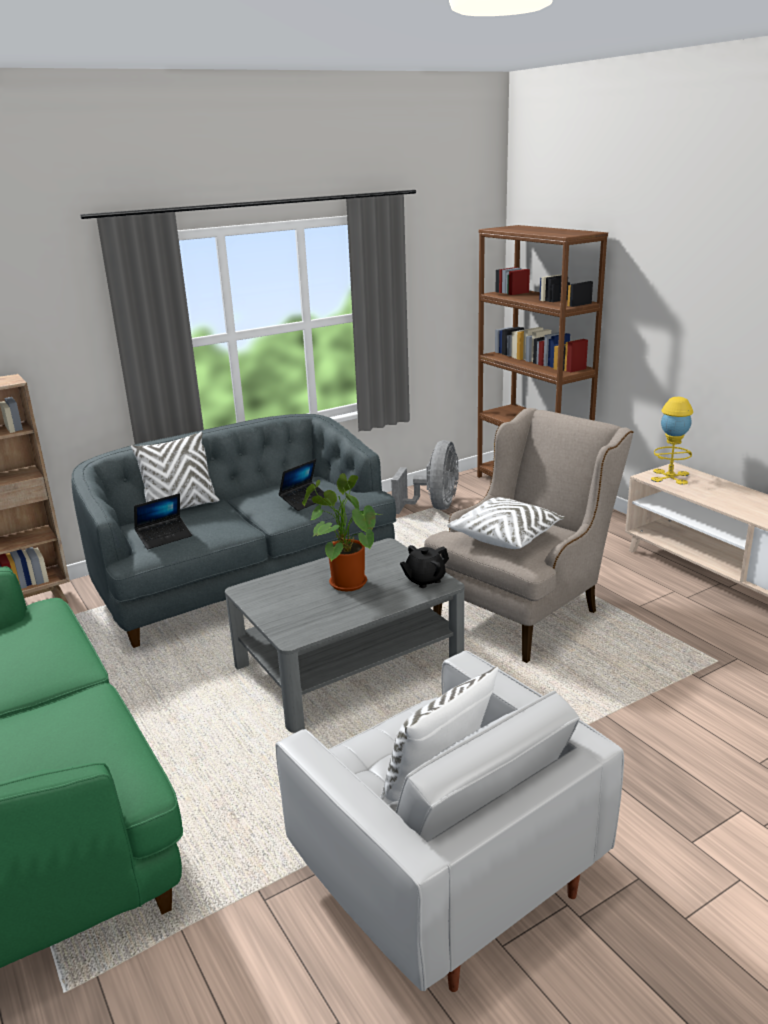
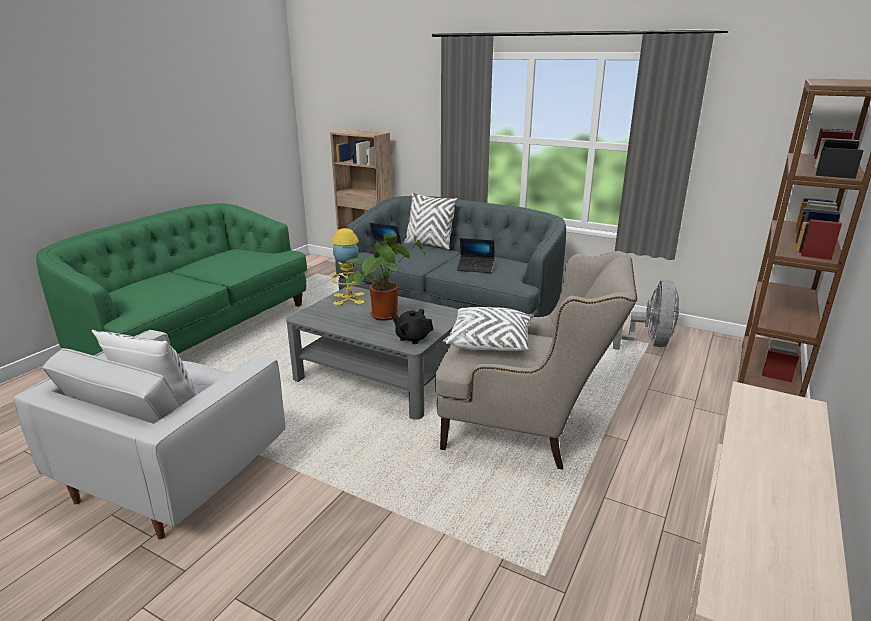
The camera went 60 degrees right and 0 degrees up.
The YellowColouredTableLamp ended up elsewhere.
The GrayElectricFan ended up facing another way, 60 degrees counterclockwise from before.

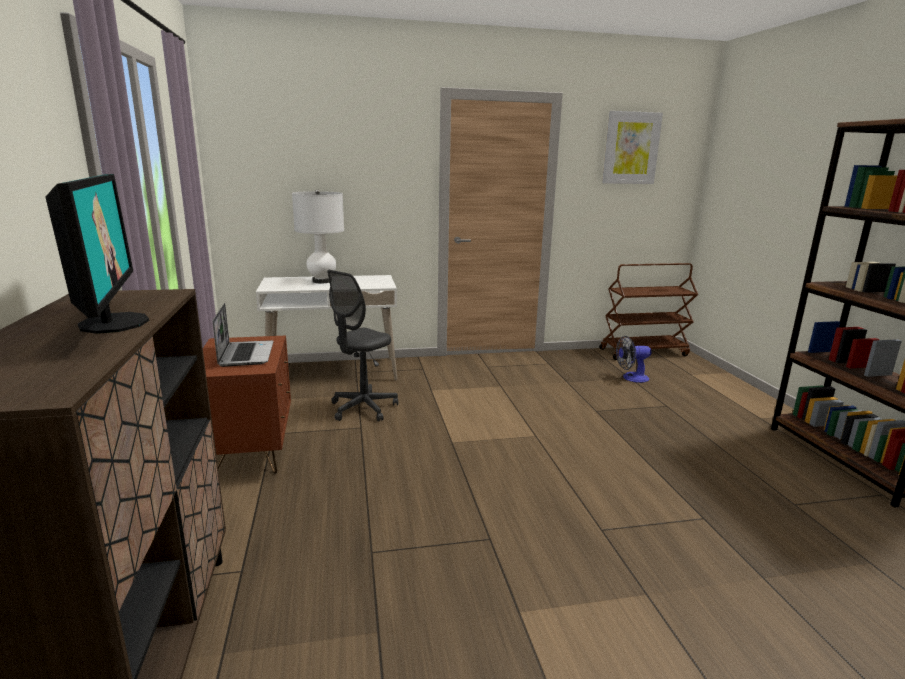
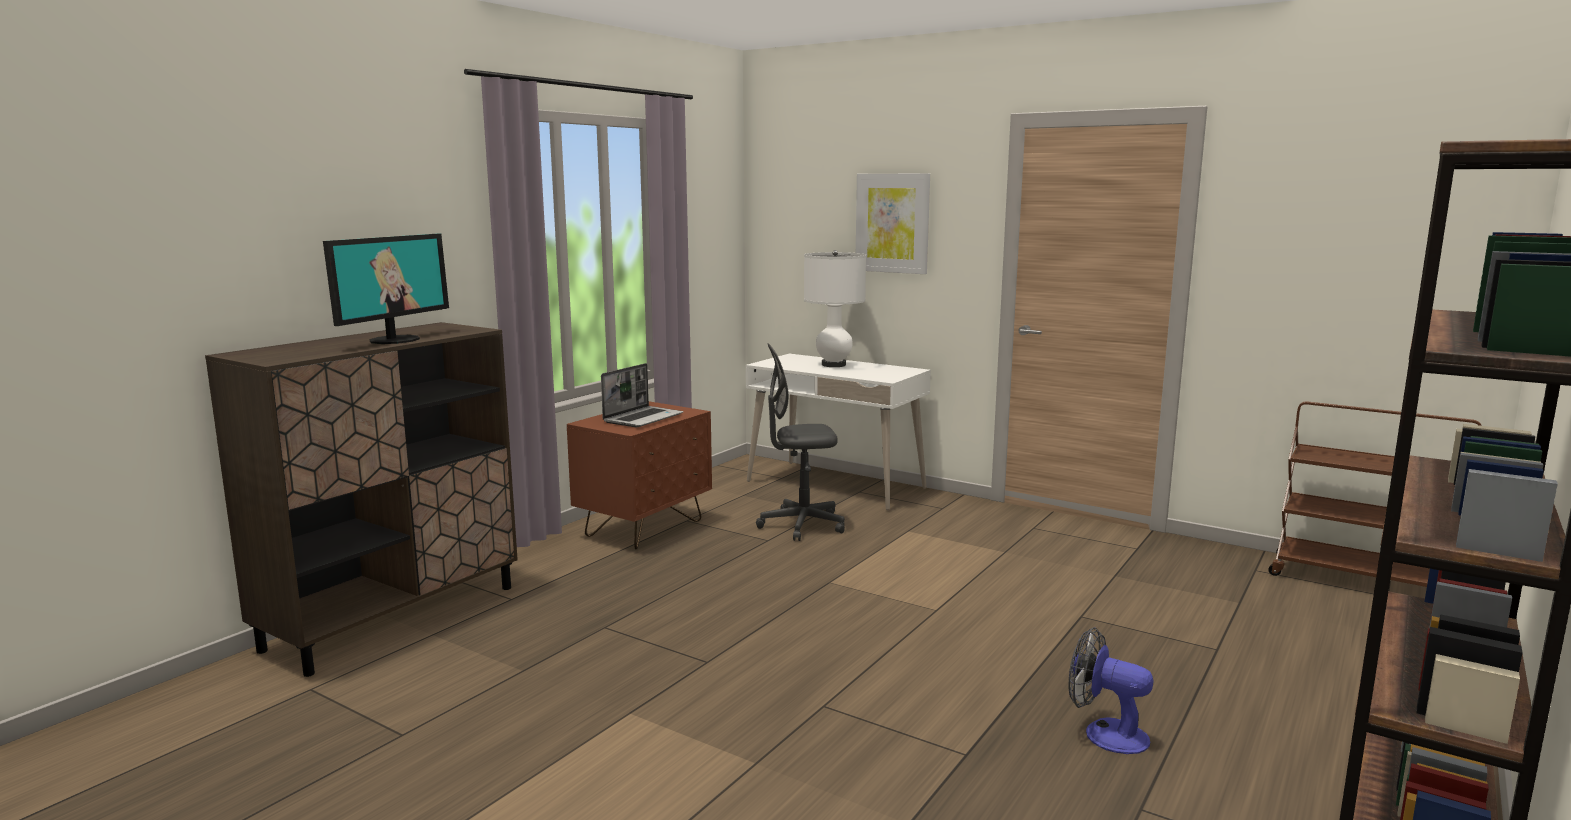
The camera went 45 degrees right and 5 degrees down.
The Picture ended up elsewhere.
The ElectricFan ended up elsewhere.

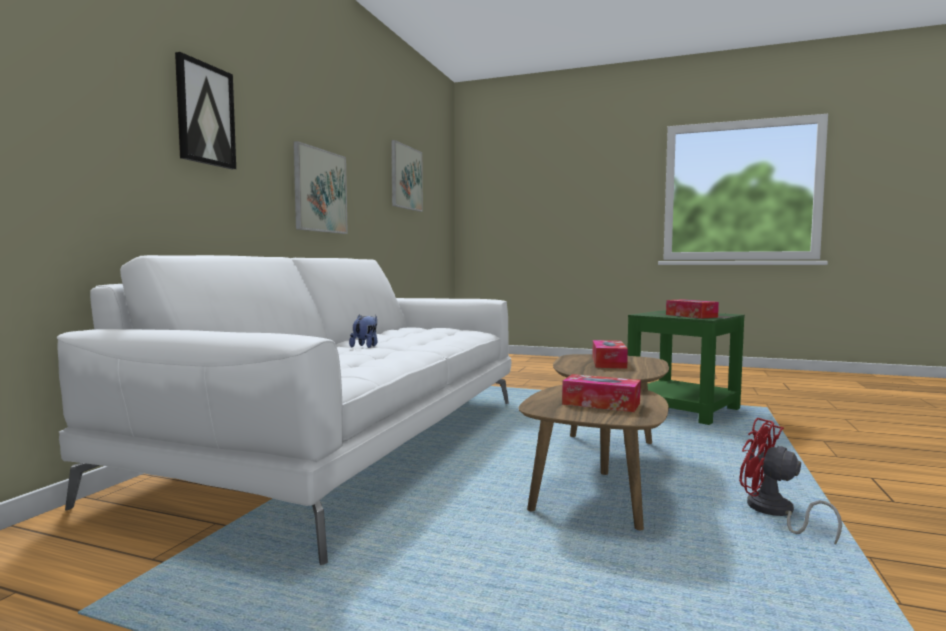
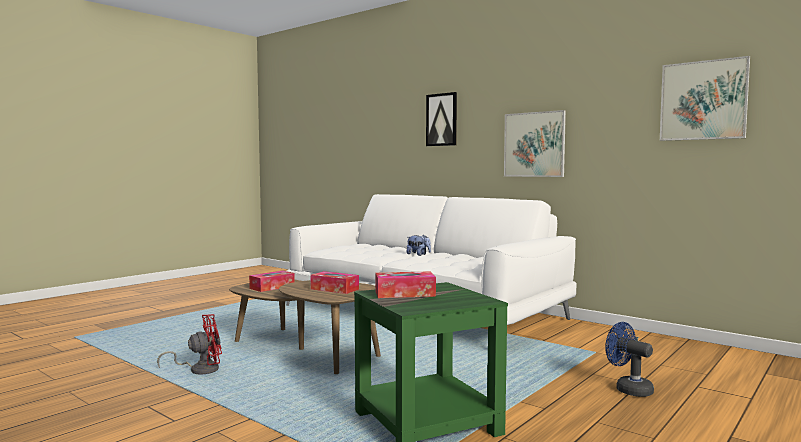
The camera went 110 degrees right and 0 degrees up.
The second view gained the BlueColouredElectricFan.

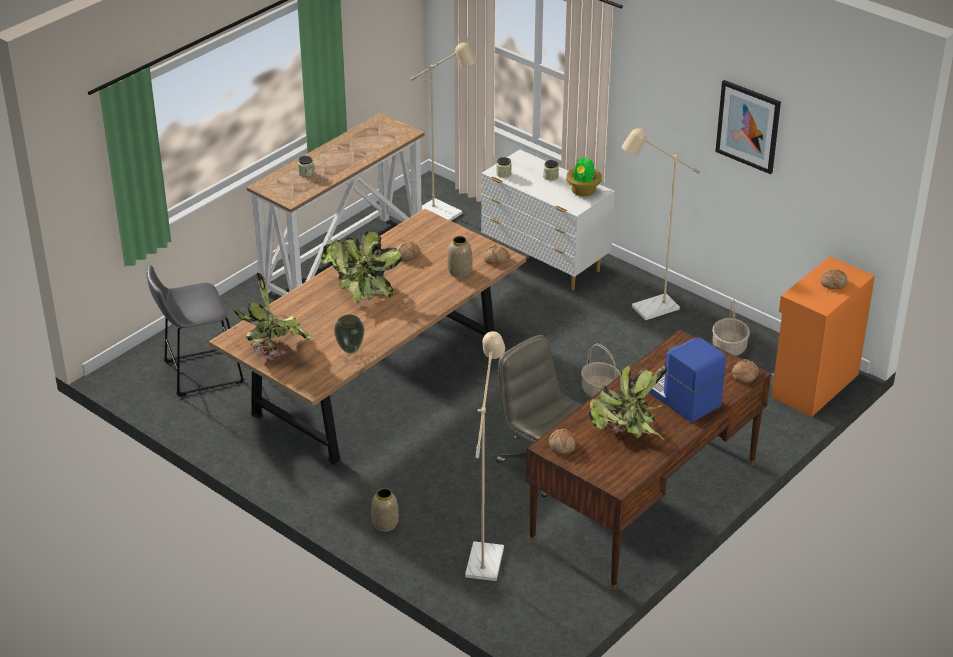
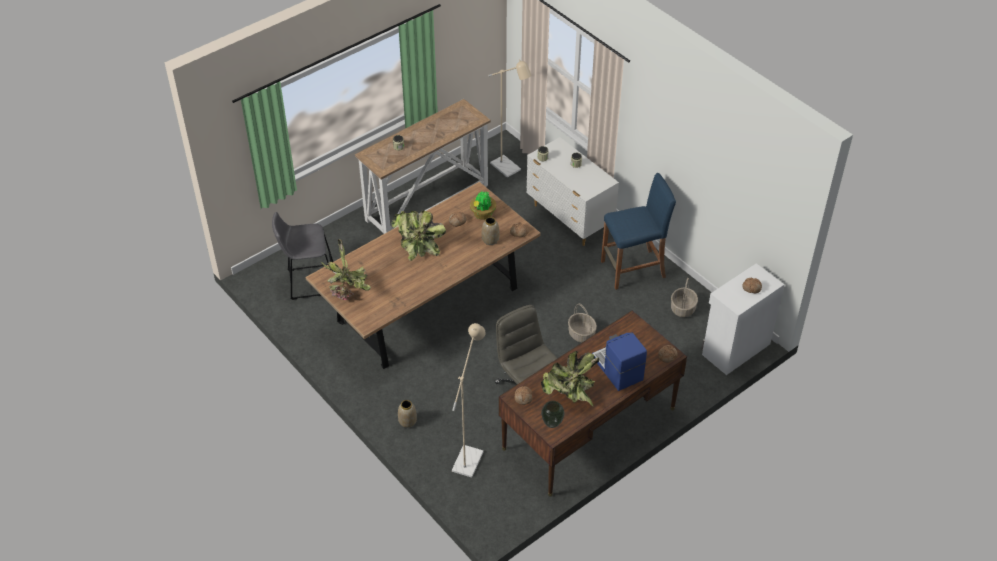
The camera went 10 degrees right and 10 degrees up.
The second view lost the Picture.
The FlowerVase (1st from left in the first image) ended up elsewhere.
The PottedPlant (3rd from left) ended up elsewhere.
Where the BeigeStandingLamp (3rd from left) stood, the BlueColouredStool came to stand.
What was the OrangeCupboard turned into the WhiteColouredCupboard.

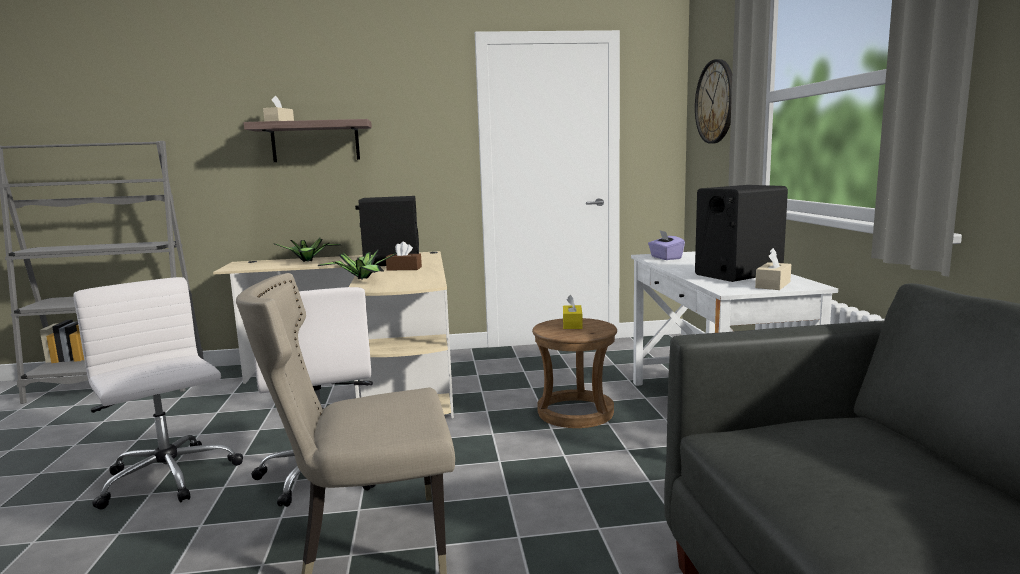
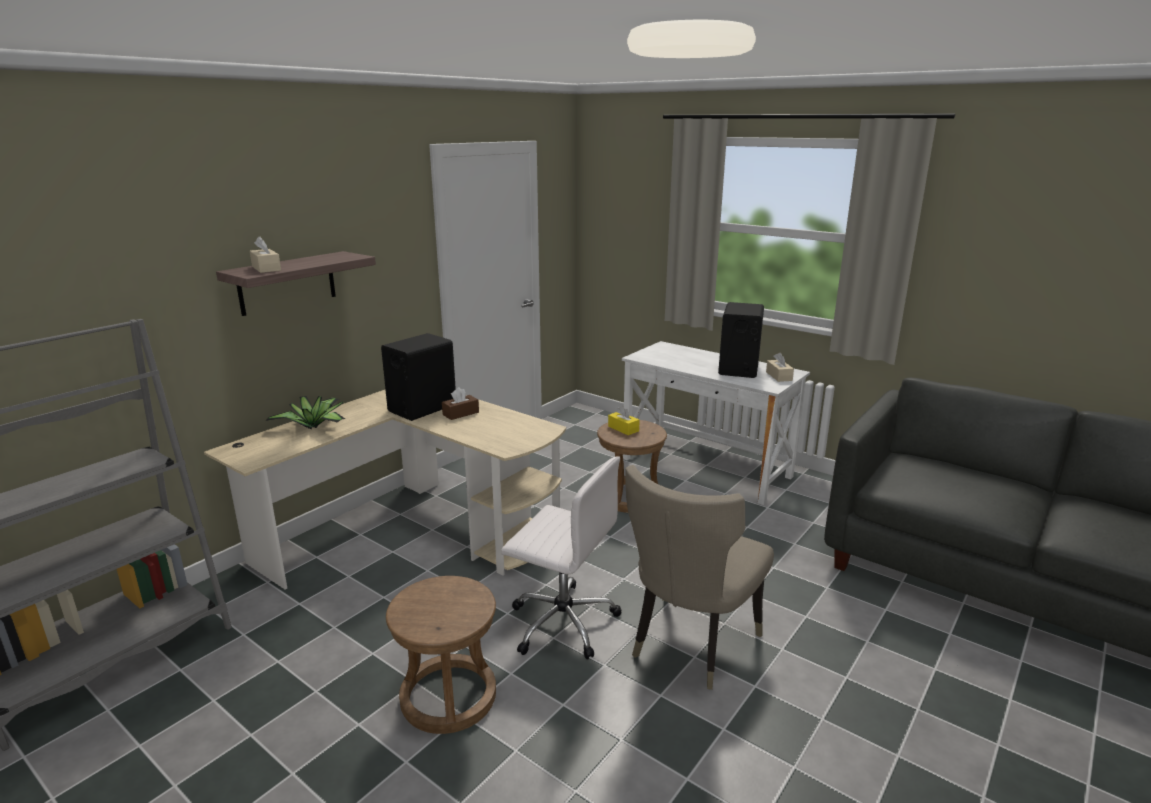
The camera went 45 degrees left and 10 degrees up.
The second view lost the PottedPlant (2nd from left).
The second view lost the PurplishTissueBox.
The second view lost the WallClock.
Where the WhiteColouredOfficeChair (1st from left) stood, the BrownStool (1st from left) came to stand.

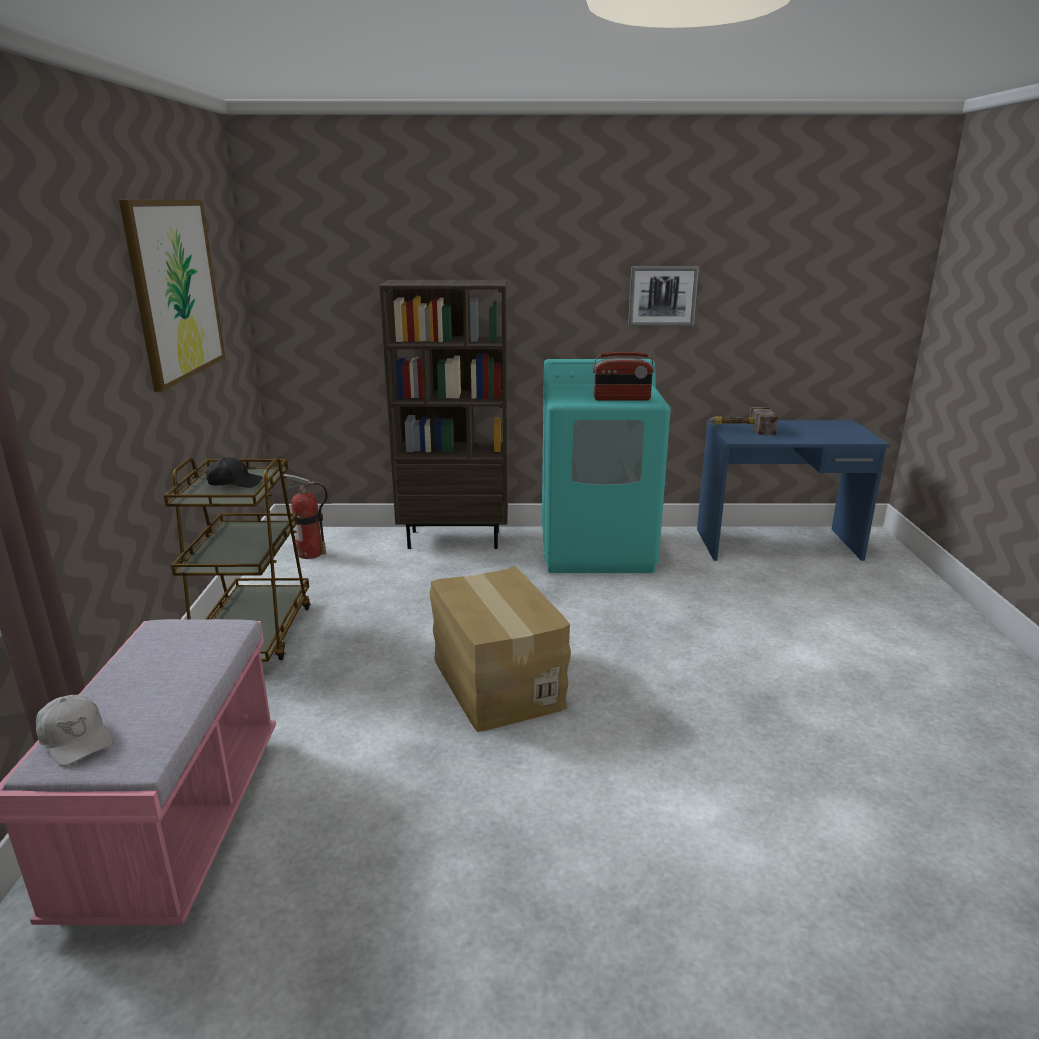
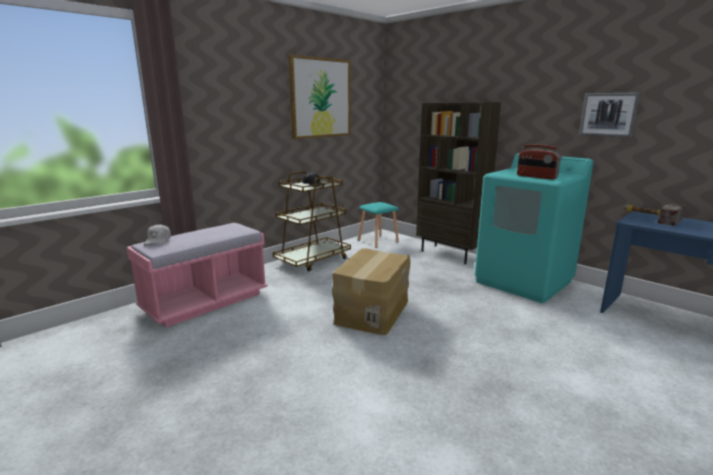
The camera went 45 degrees right and 5 degrees down.
Where the Extinguisher stood, the TurquoiseStool came to stand.

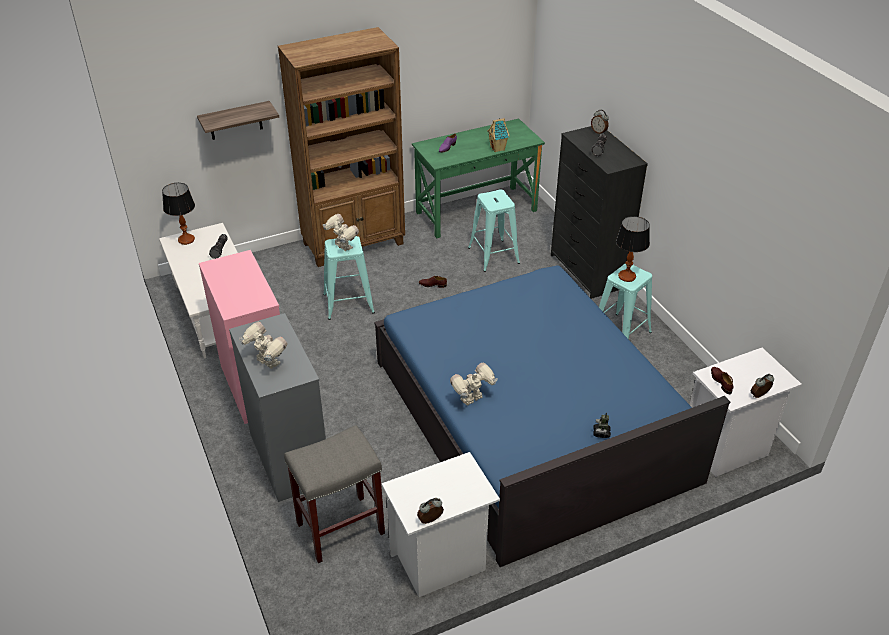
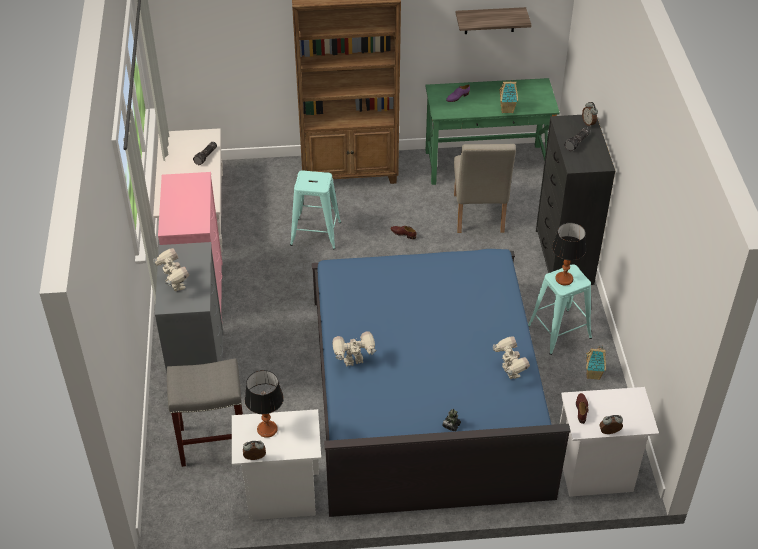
The camera went 20 degrees right and 5 degrees up.
The second view gained the ModelHouse (2nd from left).
The TableLamp (1st from left) ended up elsewhere.
The BracketShelf ended up elsewhere.
The RobotFigure (2nd from left in the first image) ended up elsewhere.
Where the TurquoiseStool (2nd from left) stood, the BeigePlainChair came to stand.

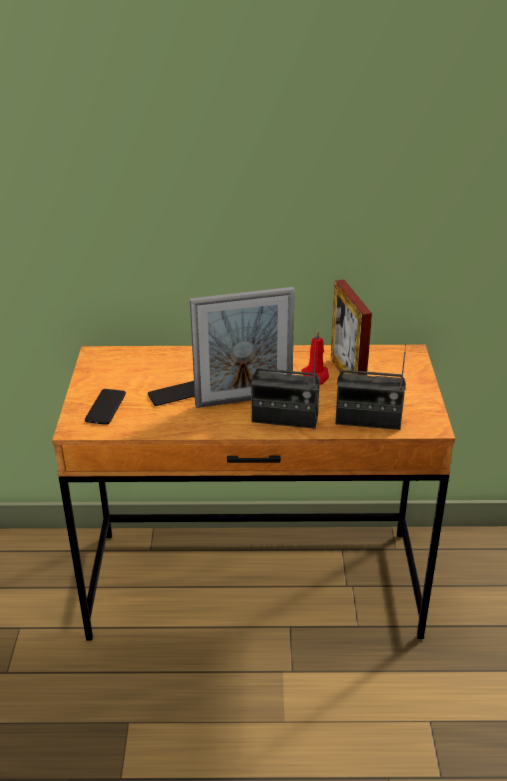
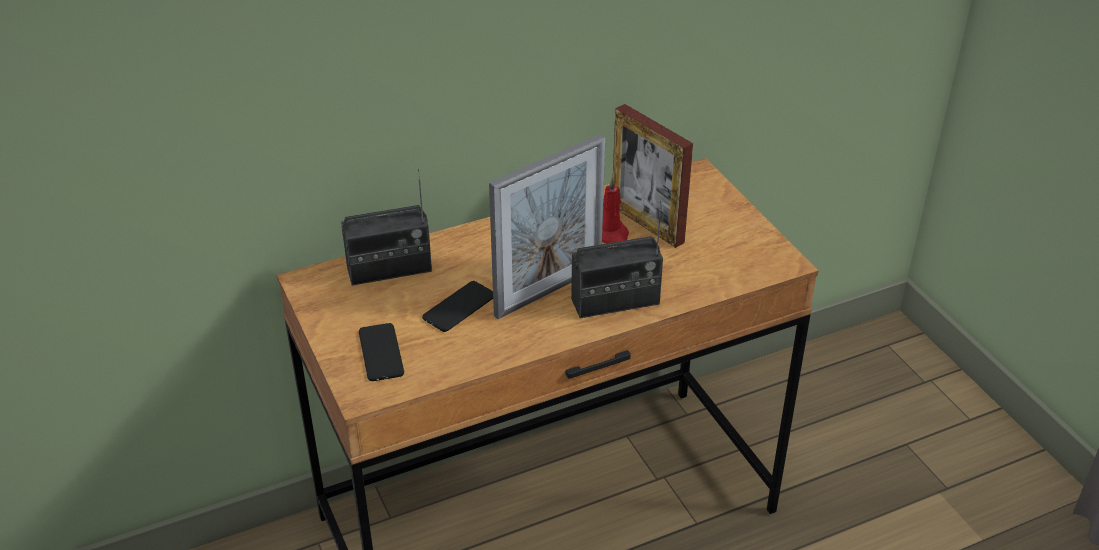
The camera went 25 degrees left and 5 degrees up.
The Radio (2nd from left in the first image) ended up elsewhere.

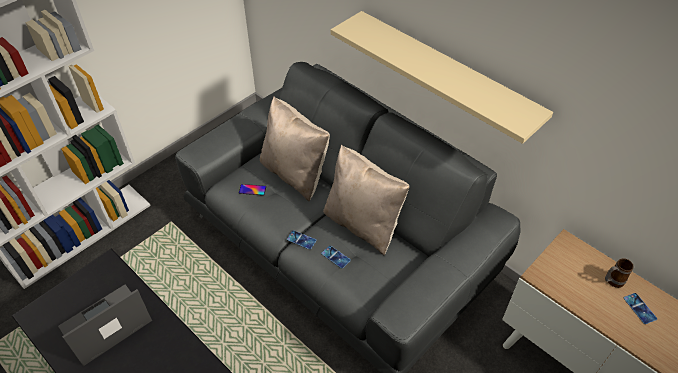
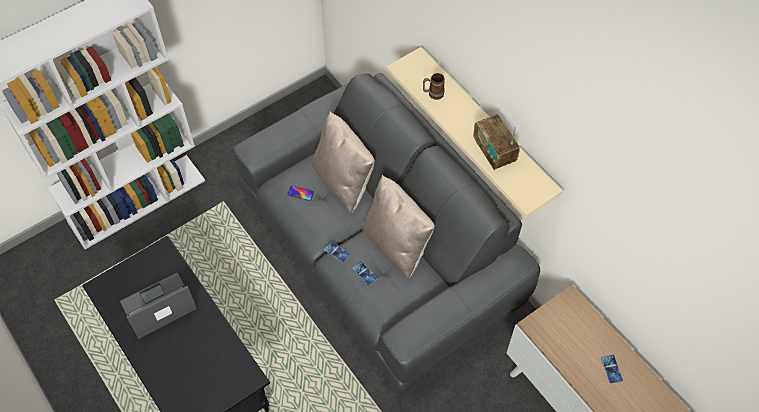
The camera went 10 degrees right and 10 degrees up.
The second view gained the Radio.
The CoffeeMug ended up elsewhere.

